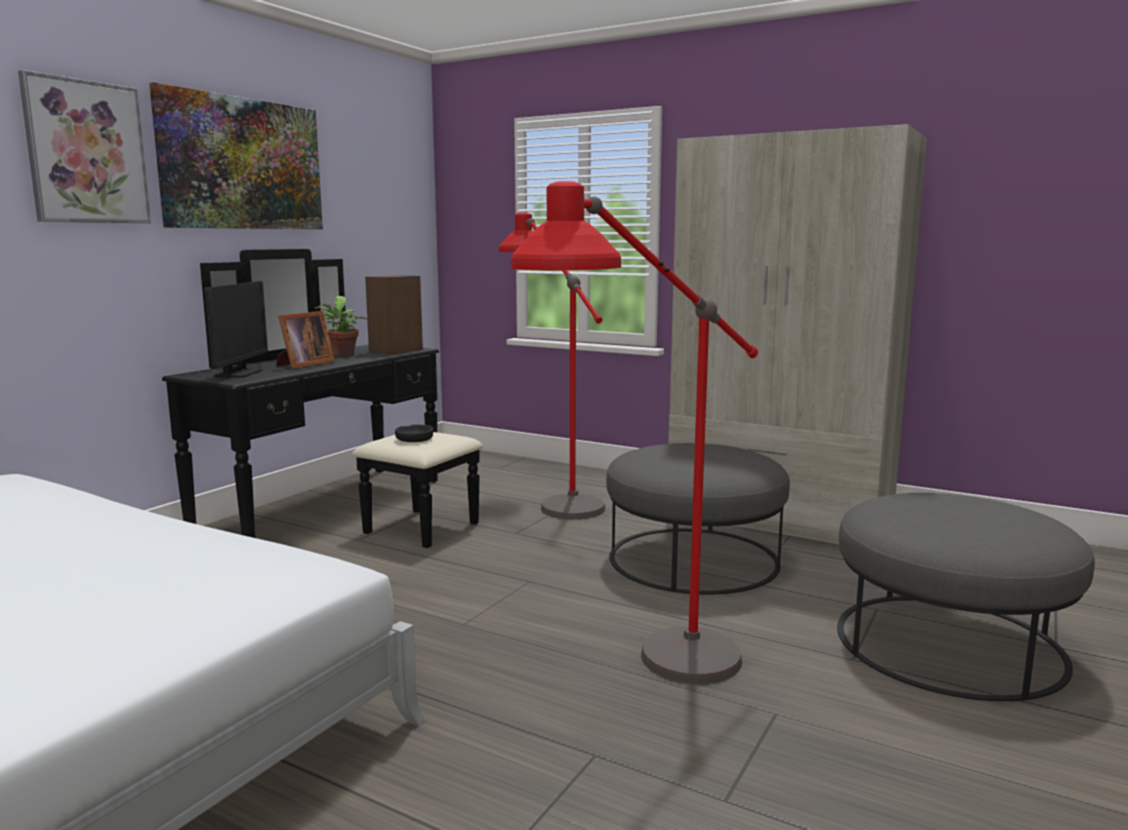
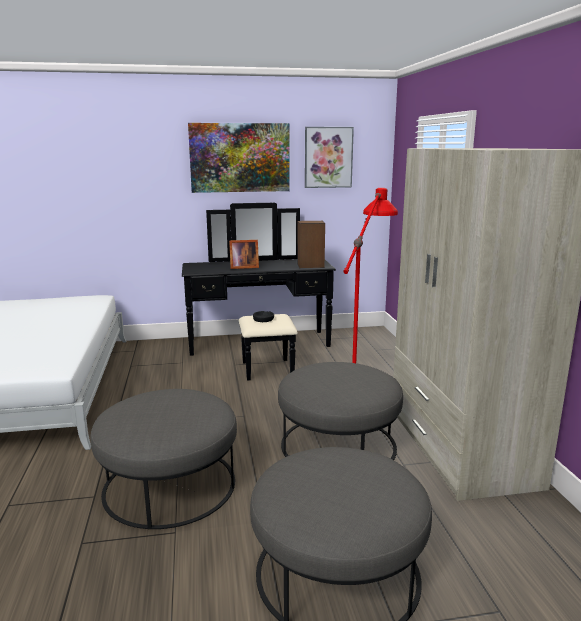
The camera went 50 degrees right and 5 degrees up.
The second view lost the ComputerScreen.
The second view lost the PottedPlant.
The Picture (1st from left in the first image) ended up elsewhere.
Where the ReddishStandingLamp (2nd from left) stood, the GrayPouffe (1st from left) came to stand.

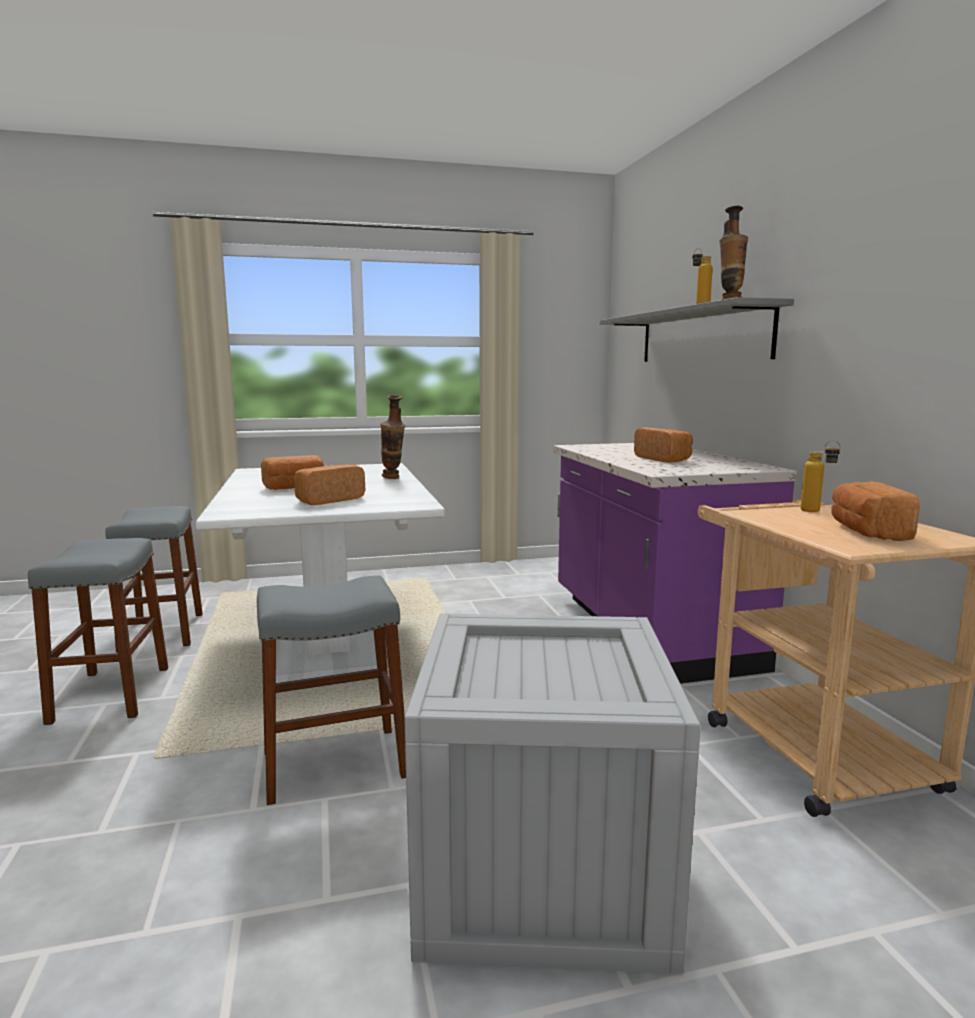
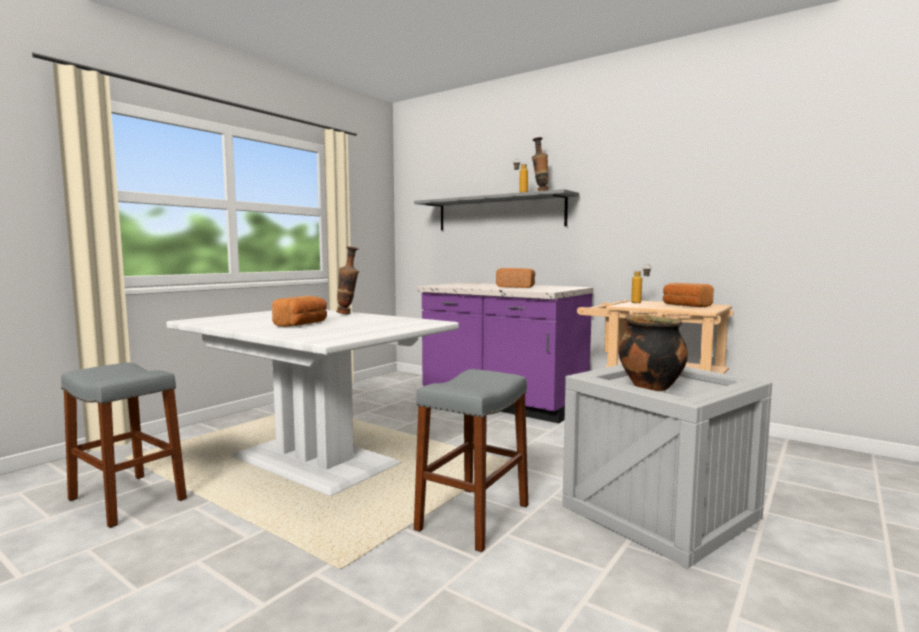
The camera went 40 degrees left and 5 degrees down.
The second view lost the GrayStool (1st from left).
The second view lost the BakeryBread (2nd from left).
The second view gained the Stockpot.

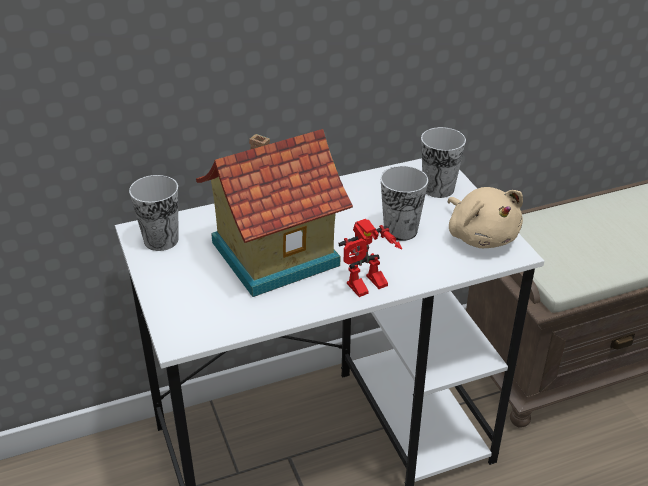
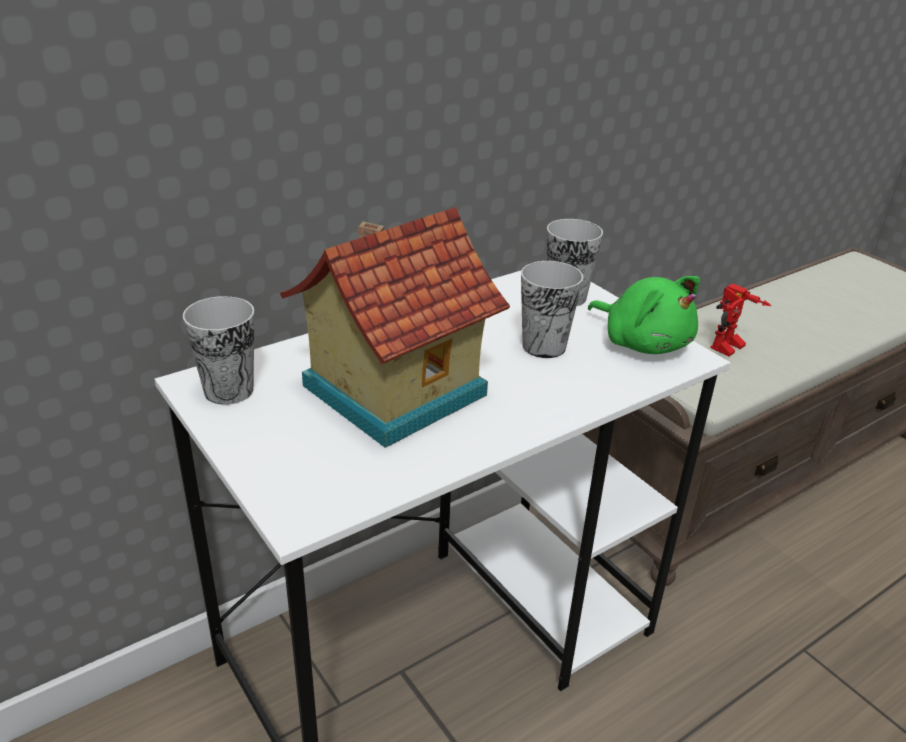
The camera went 15 degrees left and 5 degrees down.
The RobotFigure ended up elsewhere.
What was the BeigeCuddlyToy turned into the GreenCuddlyToy.

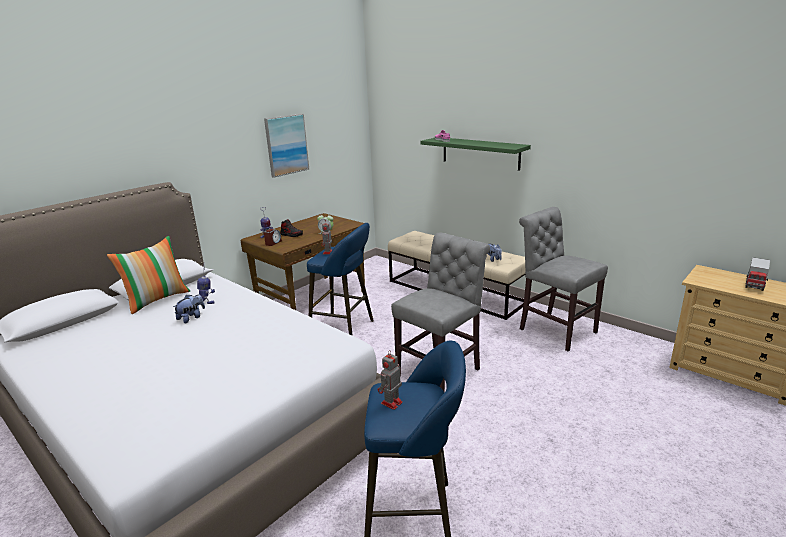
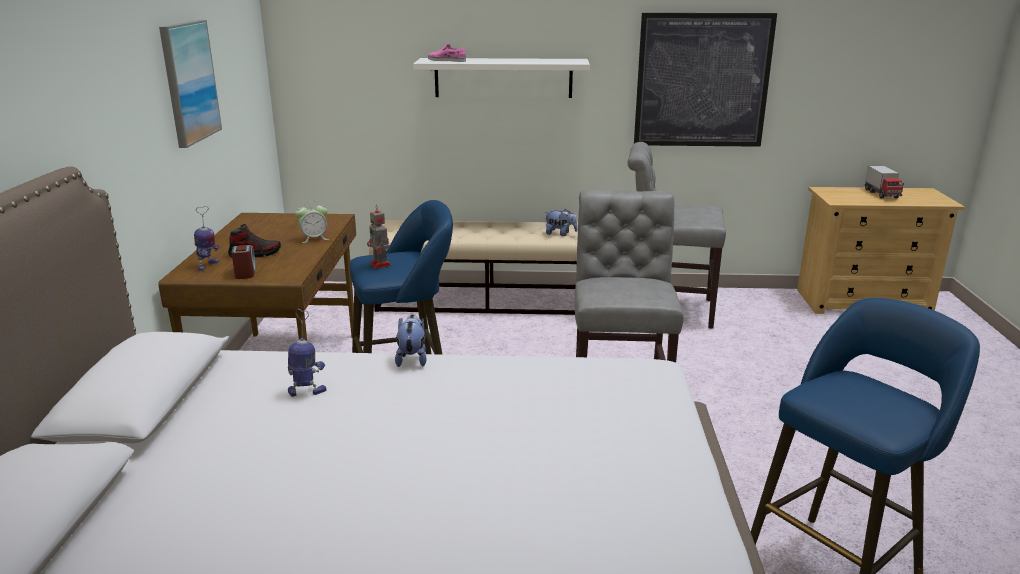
The camera went 40 degrees left and 0 degrees up.
The second view lost the ThrowPillow.
The second view lost the RobotFigure (4th from left).
The second view gained the Picture (2nd from left).
The CuddlyToy (1st from left) ended up elsewhere.
What was the GreenBracketShelf turned into the WhiteColouredBracketShelf.

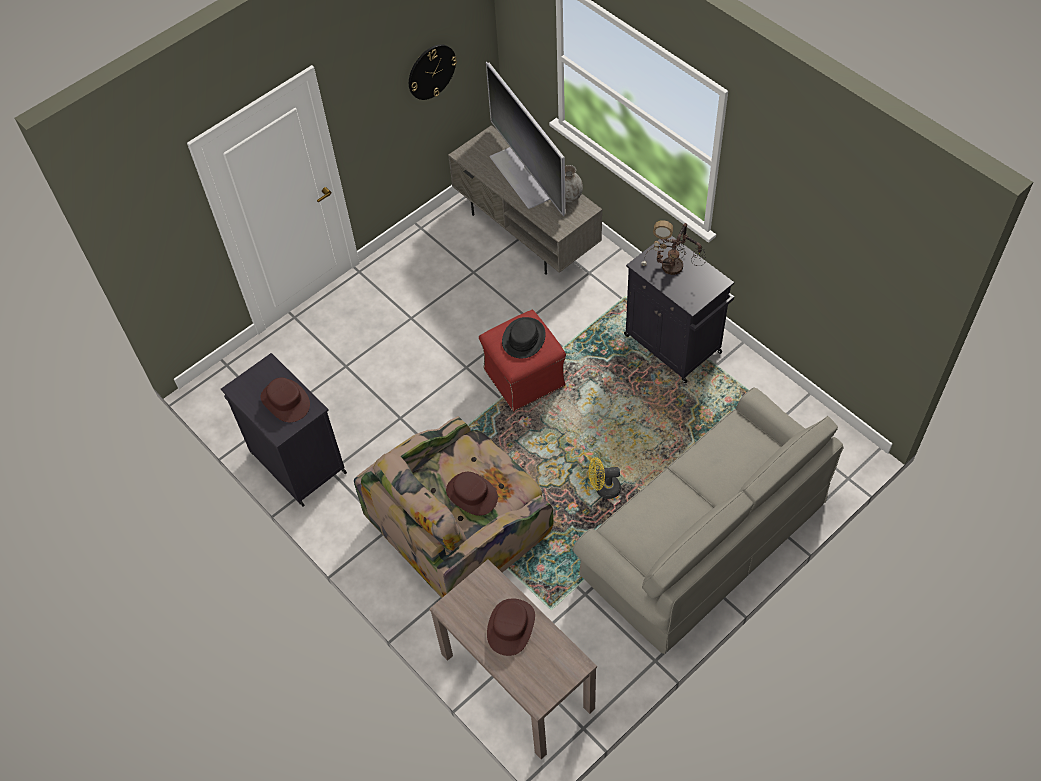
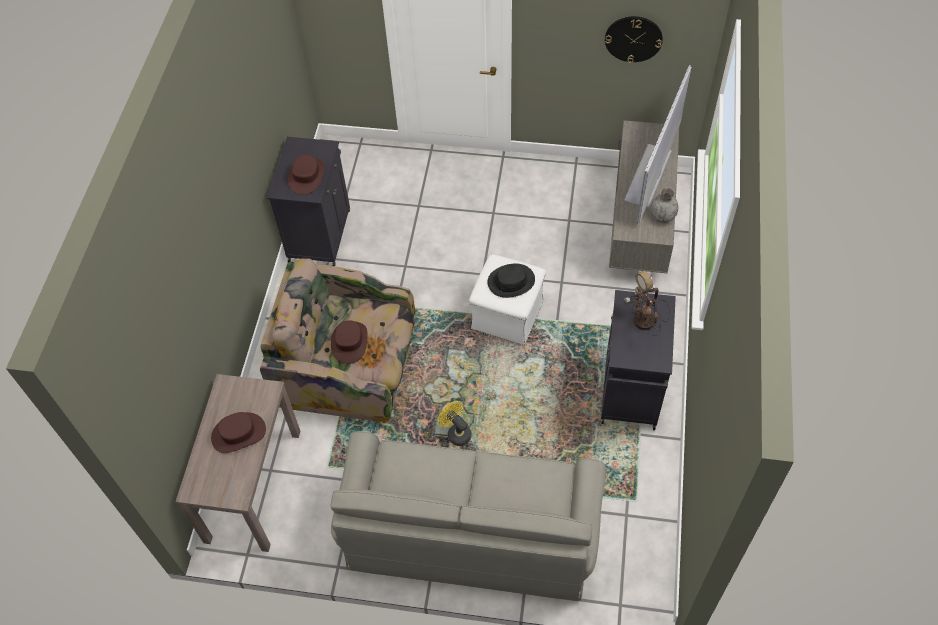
The camera went 50 degrees right and 0 degrees up.
What was the ReddishPouffe turned into the WhiteColouredPouffe.

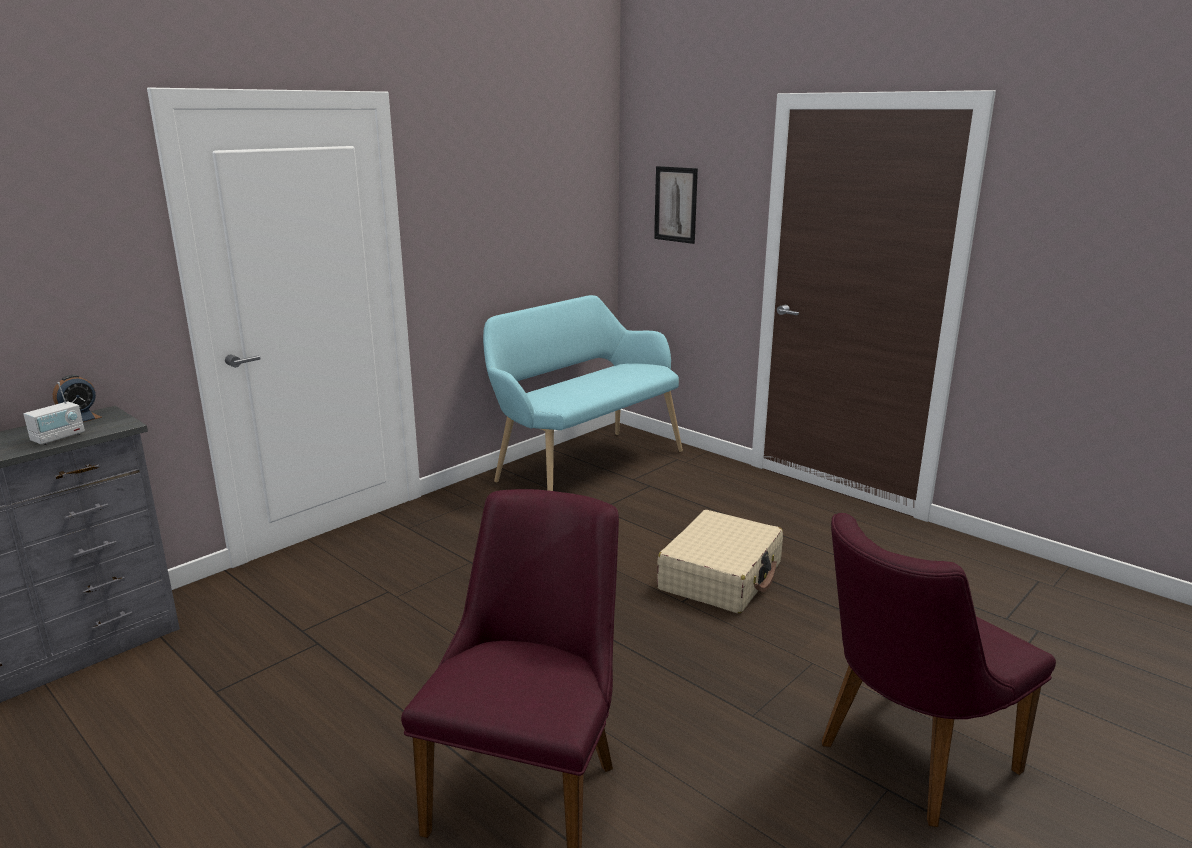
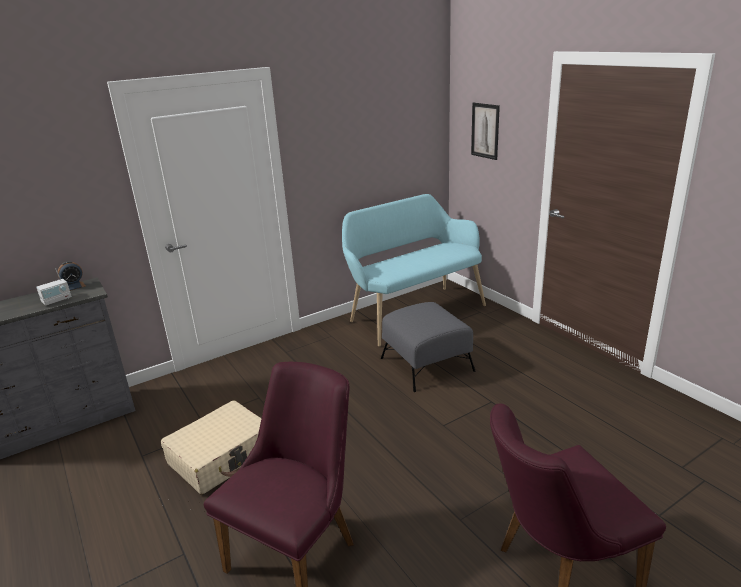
The camera went 15 degrees right and 5 degrees up.
The second view gained the GrayPouffe.
The BeigeTravelCase ended up elsewhere.

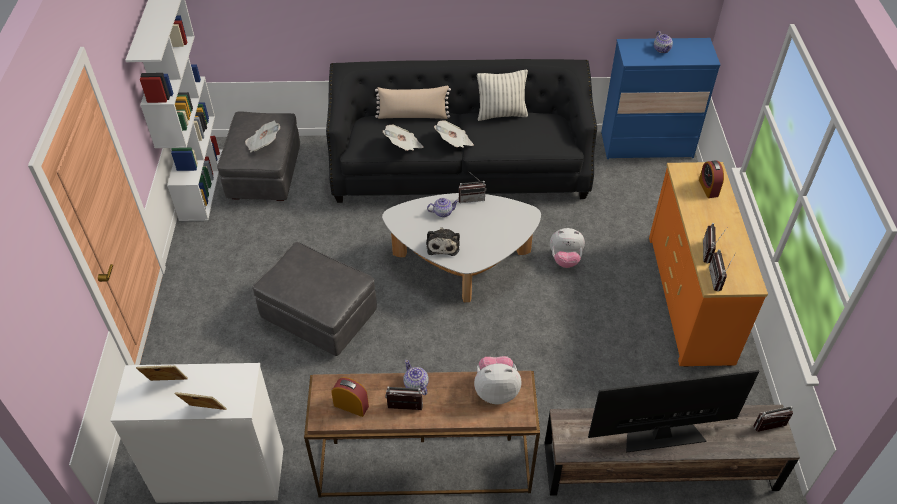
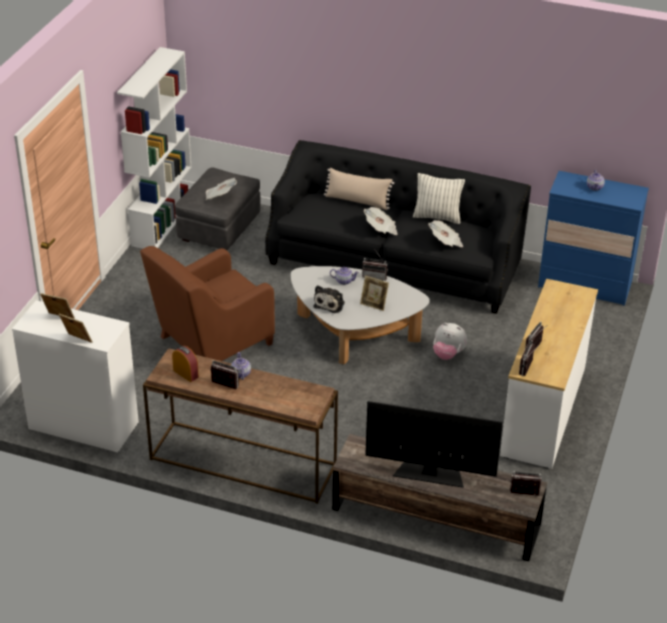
The camera went 20 degrees right and 10 degrees down.
The second view lost the CuddlyToy (2nd from left).
The second view lost the AlarmClock (2nd from left).
The second view gained the PhotoFrame (3rd from left).
The Newspaper (2nd from left in the first image) ended up elsewhere.
Where the GrayPouffe (2nd from left) stood, the BrownLoungeChair came to stand.
What was the OrangeChestOfDrawers turned into the WhiteColouredChestOfDrawers (2nd from left).

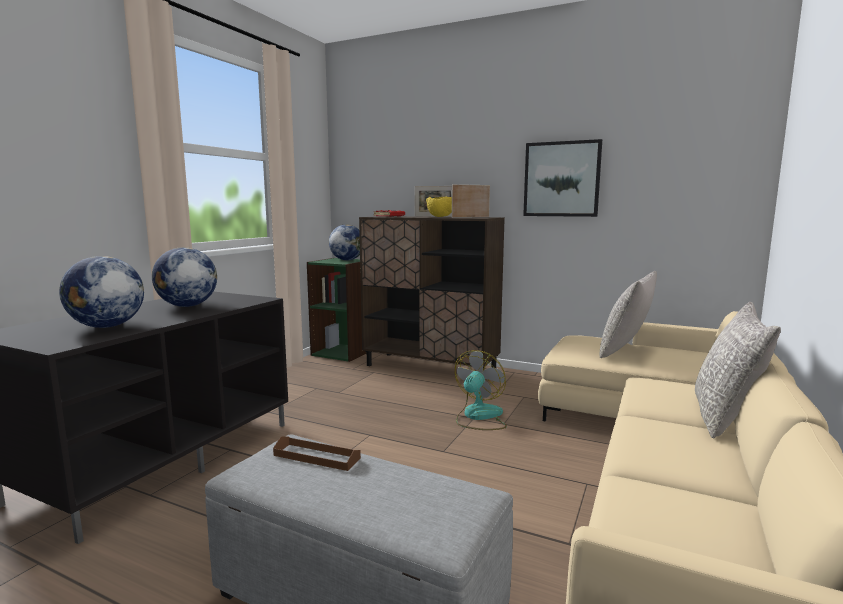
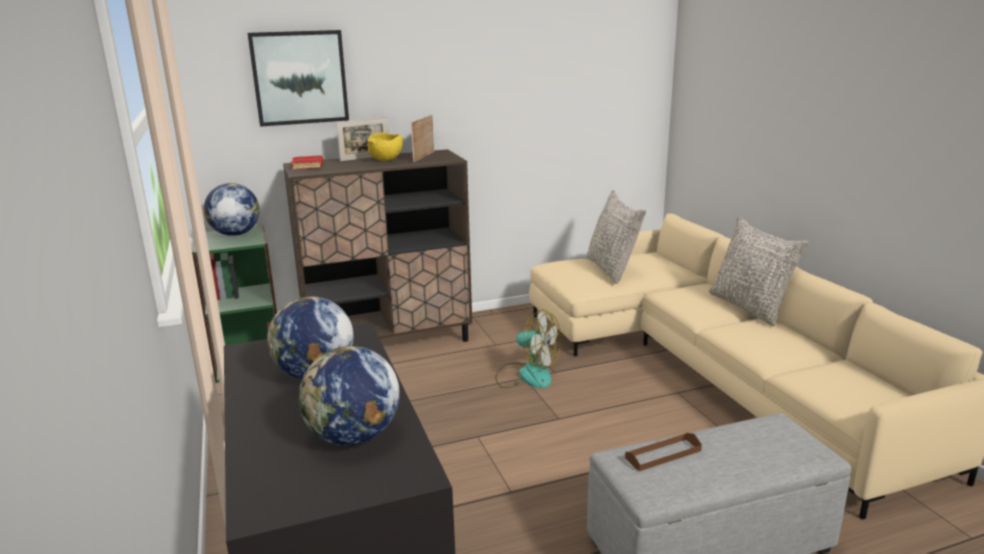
The camera went 45 degrees left and 10 degrees up.
The Picture ended up elsewhere.
The ElectricFan ended up facing another way, 135 degrees clockwise from before.

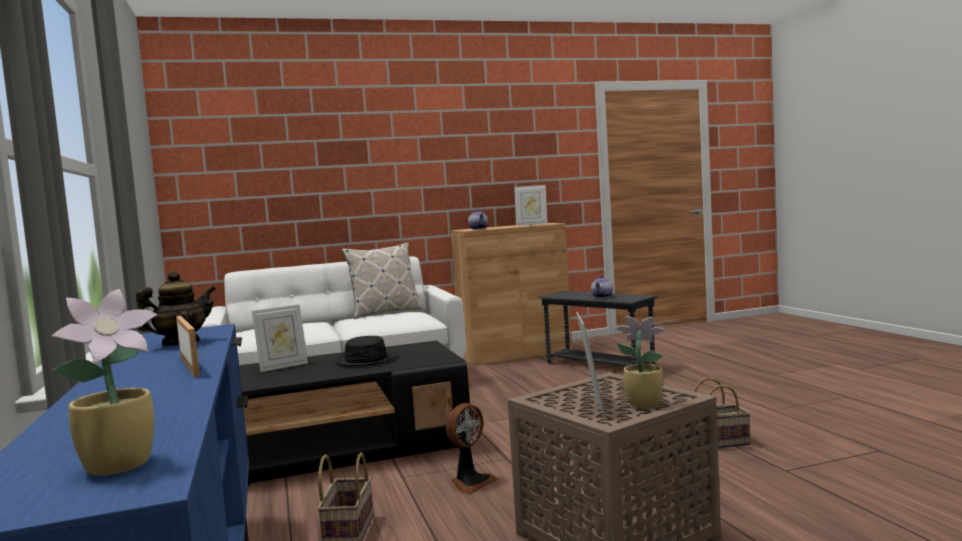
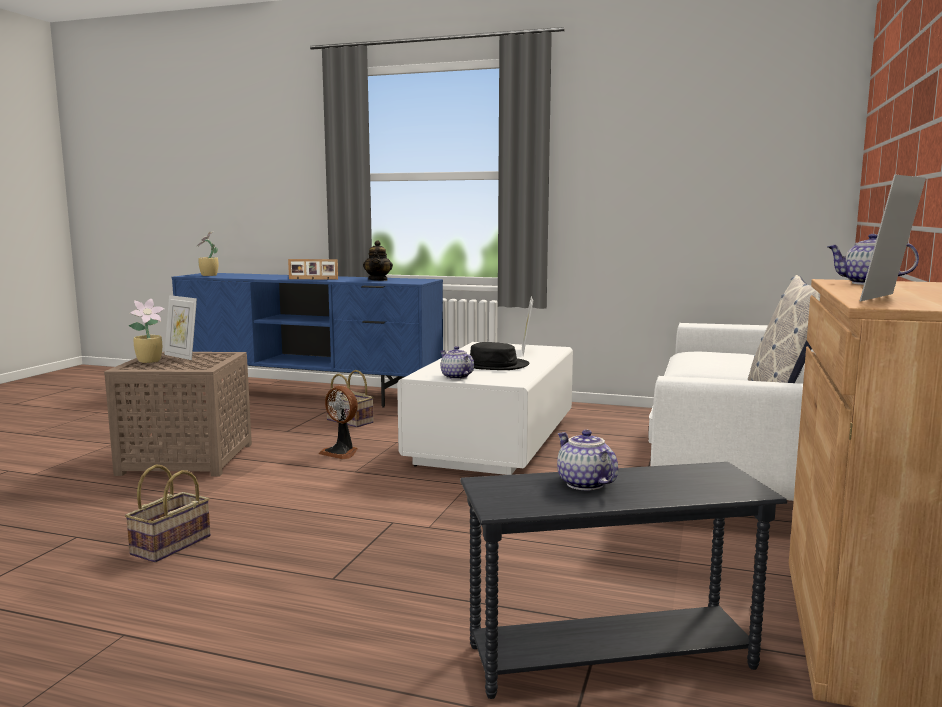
The camera went 125 degrees right and 5 degrees up.
The second view gained the TeaPot (2nd from left).
What was the BlackColouredCoffeeTable turned into the WhiteColouredCoffeeTable.
The ElectricFan ended up facing another way, 45 degrees counterclockwise from before.

